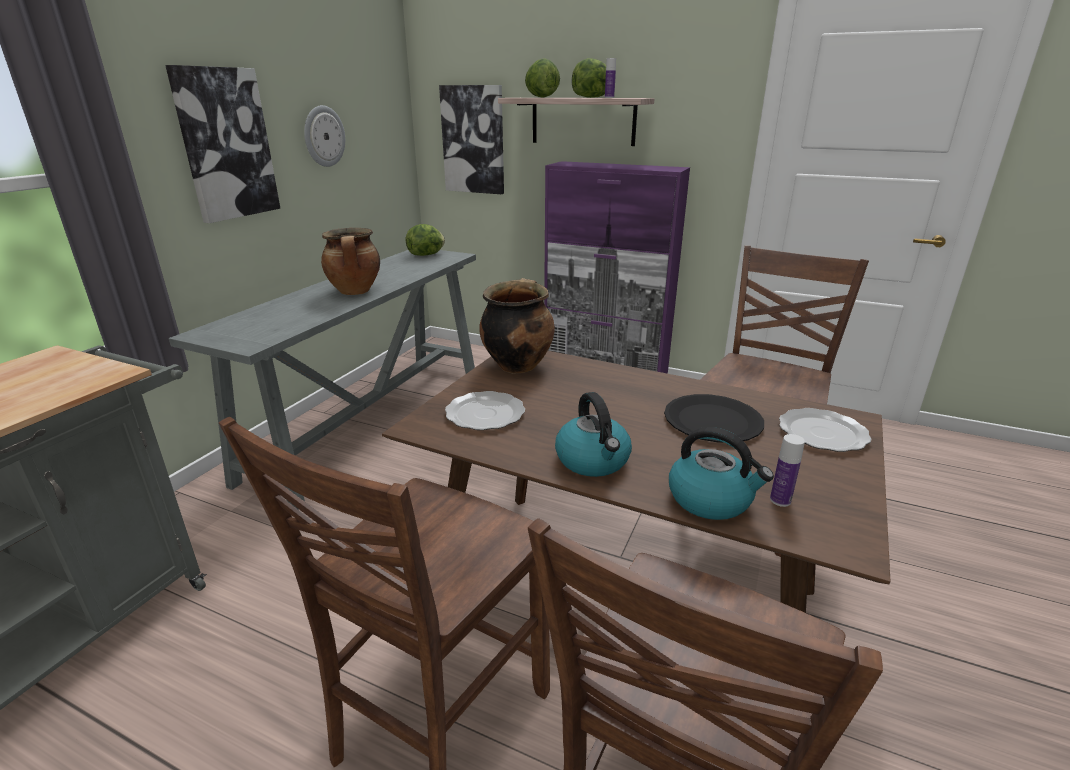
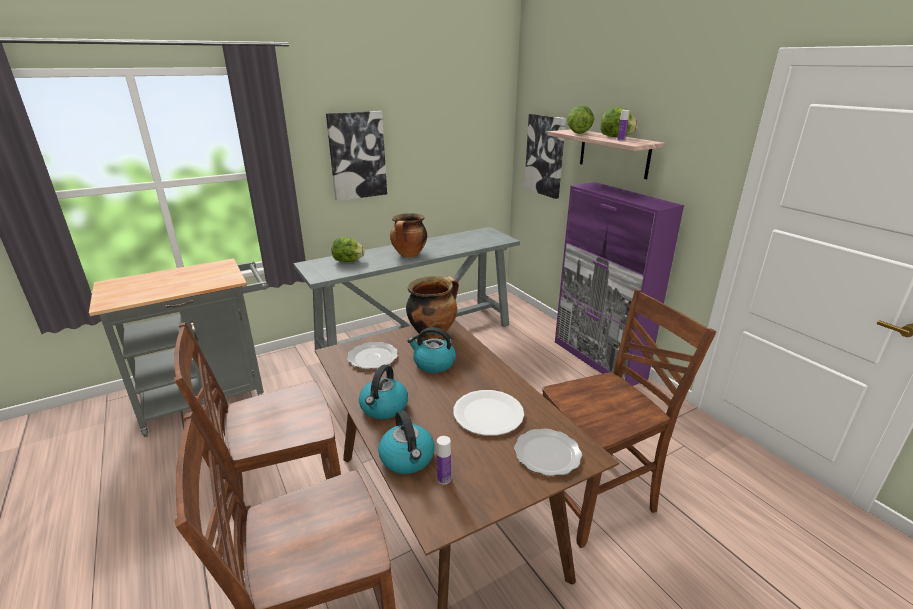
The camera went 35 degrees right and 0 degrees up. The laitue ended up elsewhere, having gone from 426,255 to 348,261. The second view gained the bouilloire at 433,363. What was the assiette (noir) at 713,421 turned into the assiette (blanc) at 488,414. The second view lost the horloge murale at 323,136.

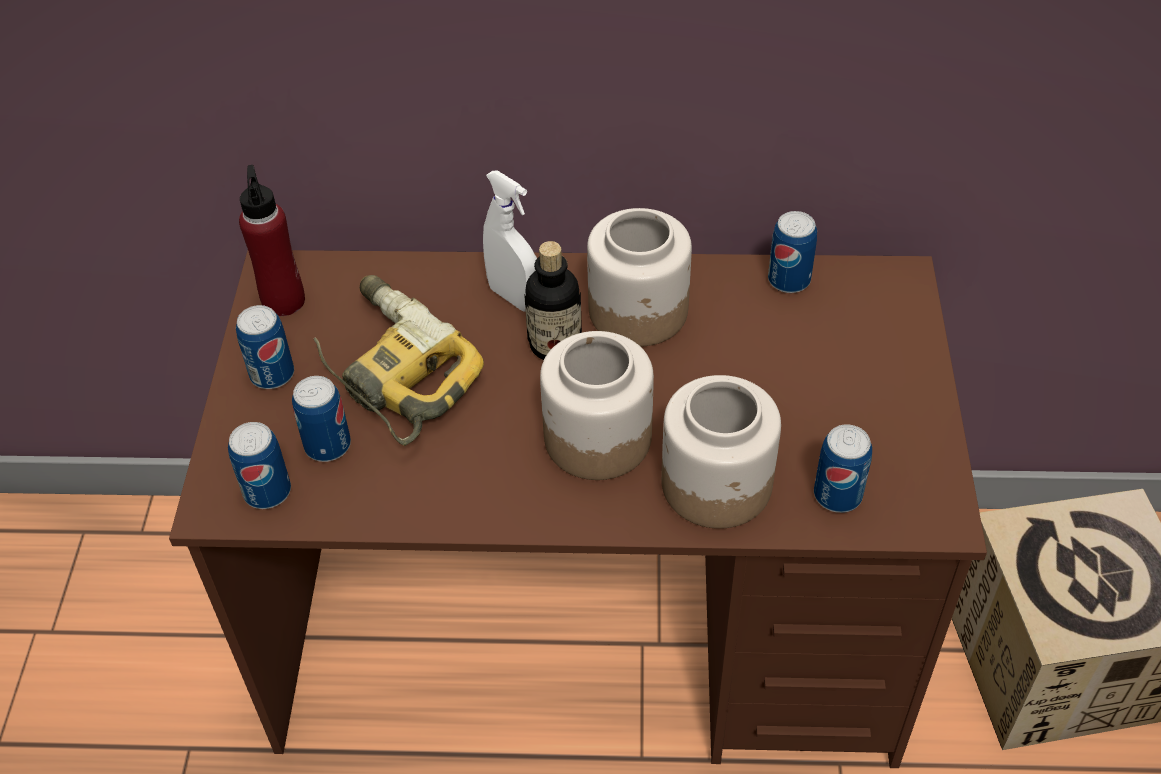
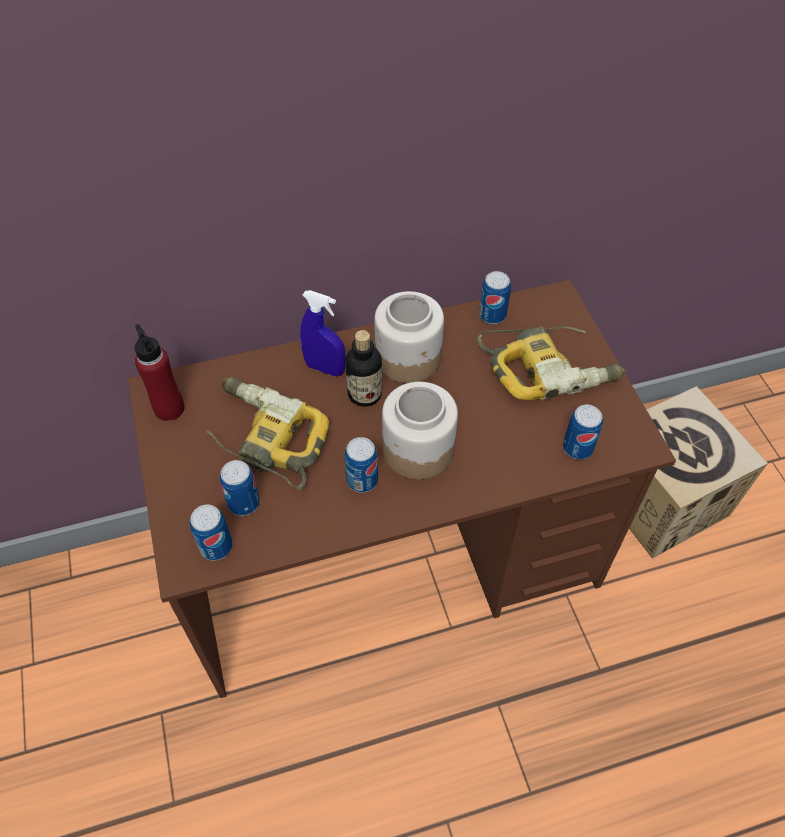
The camera went 20 degrees left and 5 degrees up. What was the vaporisateur (blanc) at 514,297 turned into the vaporisateur (bleu) at 325,368. The boîte métallique ended up elsewhere, having gone from 272,374 to 362,480. The second view gained the perceuse at 549,368. The second view lost the bocal at 717,485.

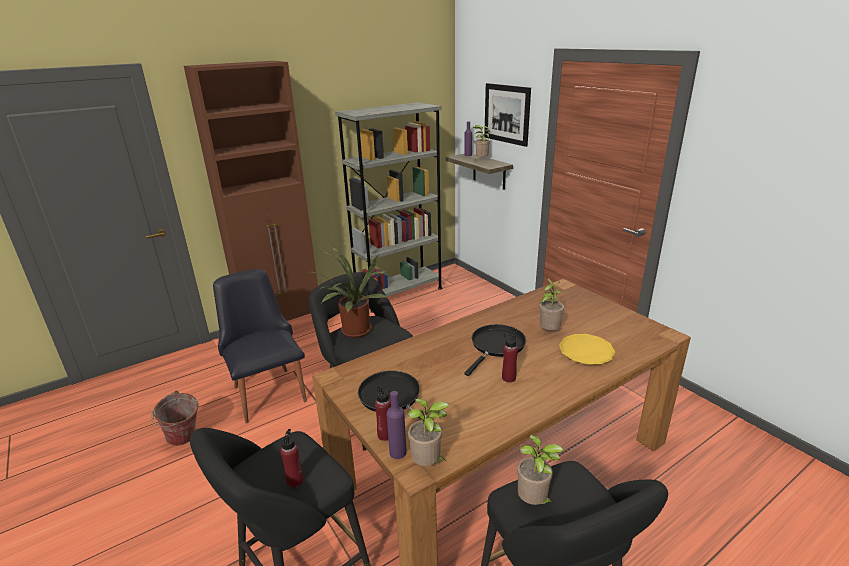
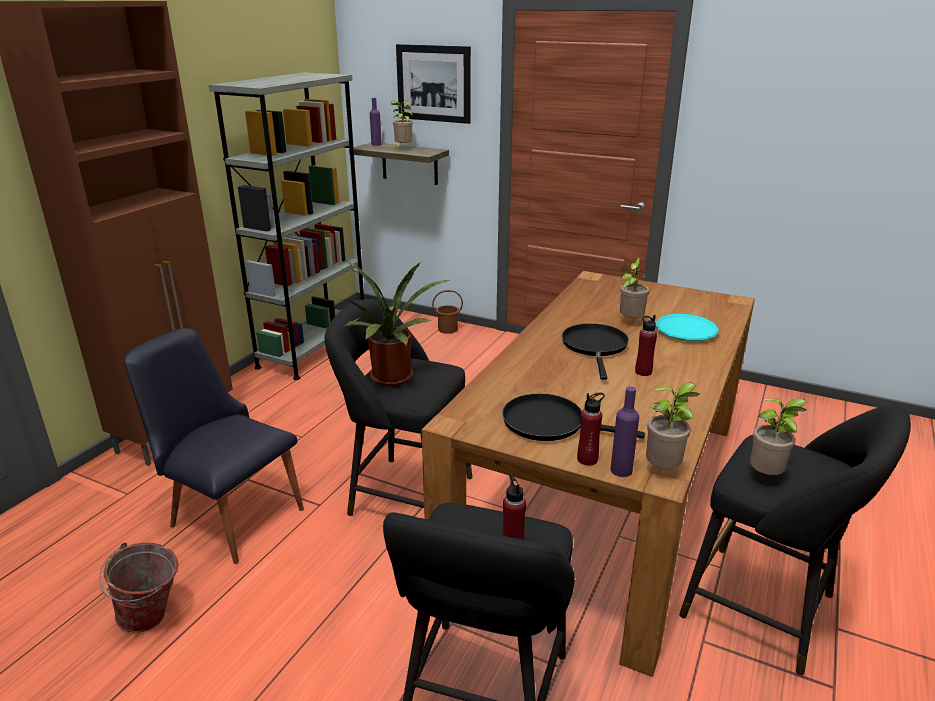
The camera went 30 degrees left and 0 degrees up. The second view gained the seau (marron) at 447,329. What was the assiette (jaune) at 586,352 turned into the assiette (turquoise) at 685,332.

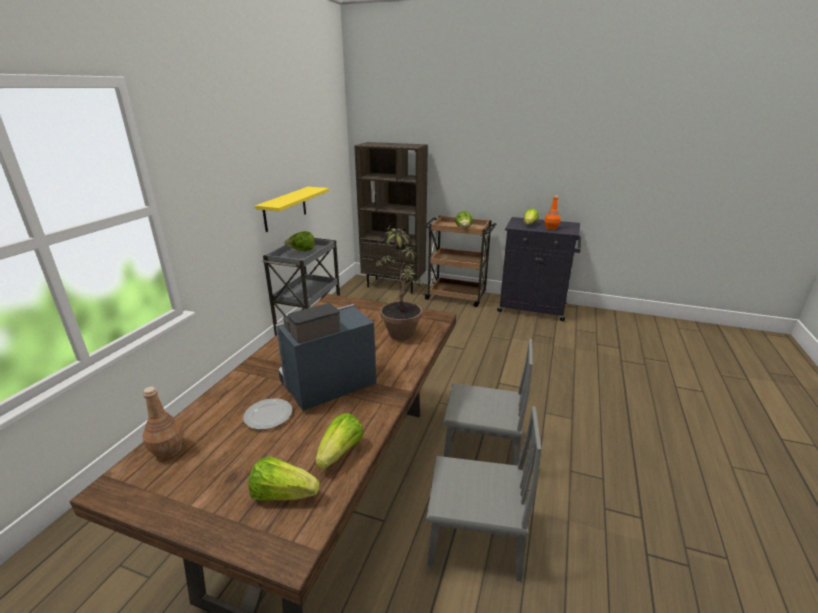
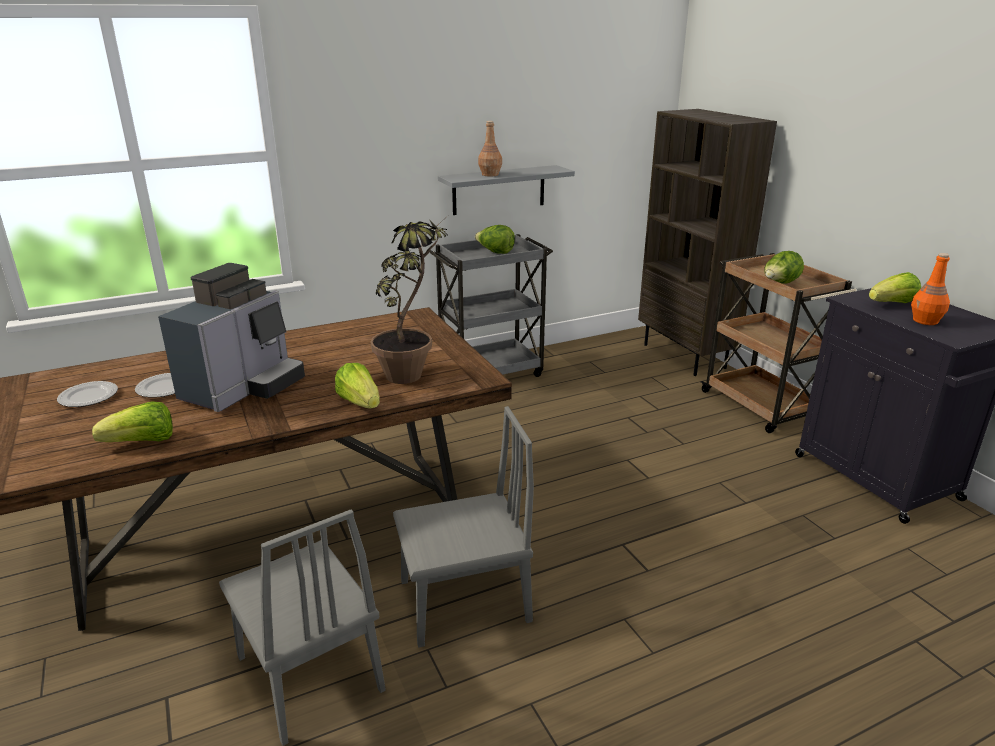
The camera went 45 degrees right and 0 degrees up. The second view gained the assiette at 88,397. The machine à café at 325,385 ended up facing another way, 105 degrees clockwise from before. The laitue ended up elsewhere, having gone from 283,494 to 360,403. The chaise (gris) at 481,450 ended up facing another way, 75 degrees counterclockwise from before. What was the étagère (jaune) at 285,209 turned into the étagère (gris) at 499,190. The bouteille (marron) ended up elsewhere, having gone from 168,450 to 490,174.

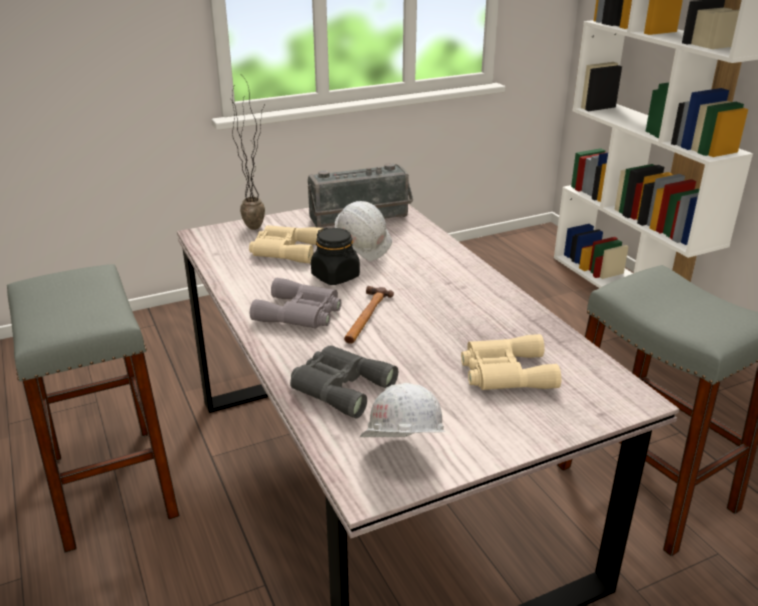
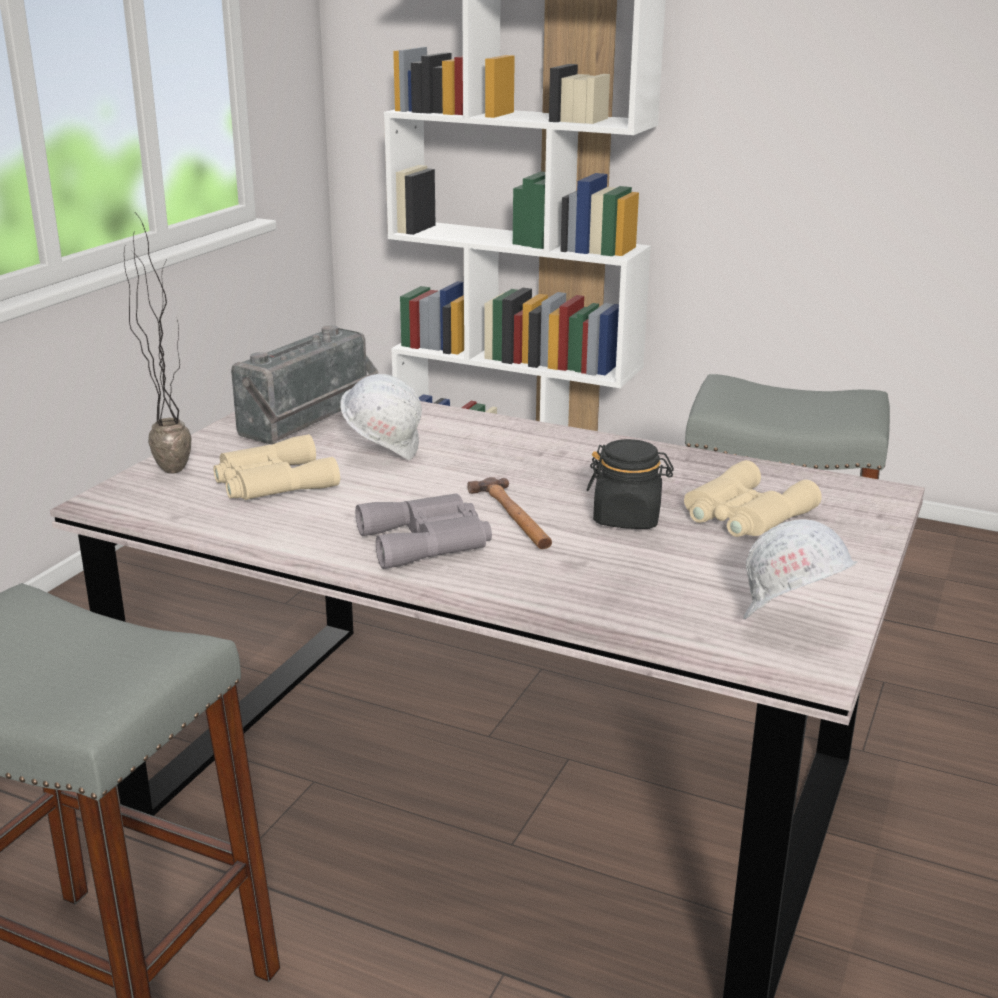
The camera went 40 degrees left and 5 degrees down. The bocal (noir) ended up elsewhere, having gone from 336,276 to 627,518. The second view lost the jumelles (gris) at 339,386.

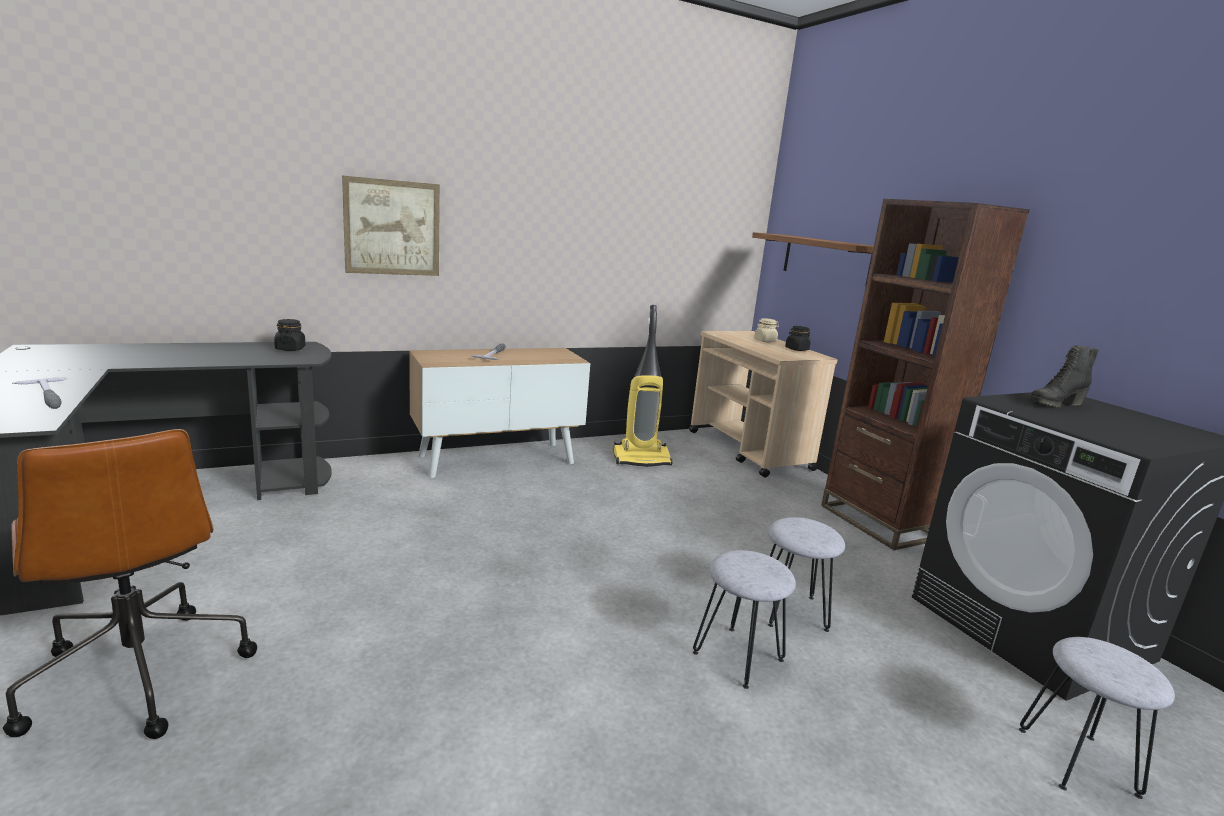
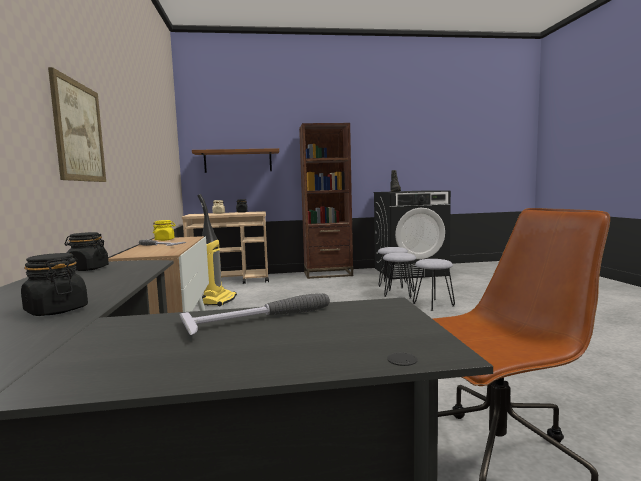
The camera went 70 degrees left and 10 degrees down. The second view gained the bocal (noir) at 56,310. The second view gained the bocal (jaune) at 165,240. The tabouret (gris) ended up elsewhere, having gone from 1078,761 to 393,284.

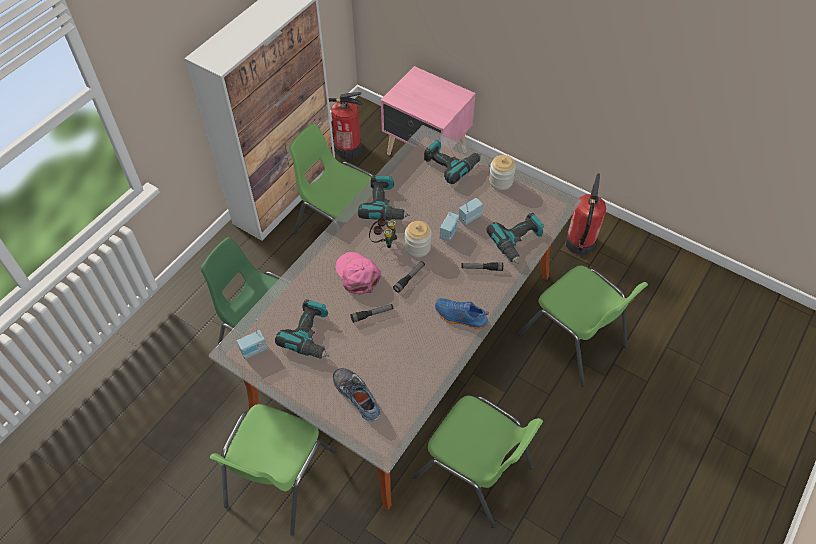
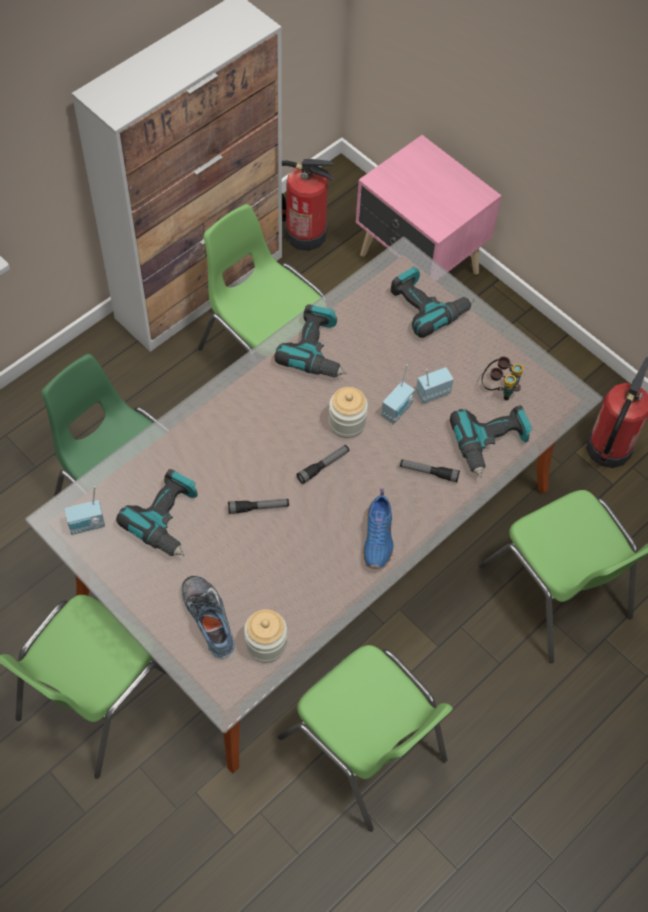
The camera went 10 degrees right and 5 degrees up. The bocal ended up elsewhere, having gone from 500,181 to 266,644. The chaussure (bleu) at 460,317 ended up facing another way, 120 degrees counterclockwise from before. The jumelles ended up elsewhere, having gone from 383,241 to 499,388. The second view lost the casquette (rose) at 357,274.

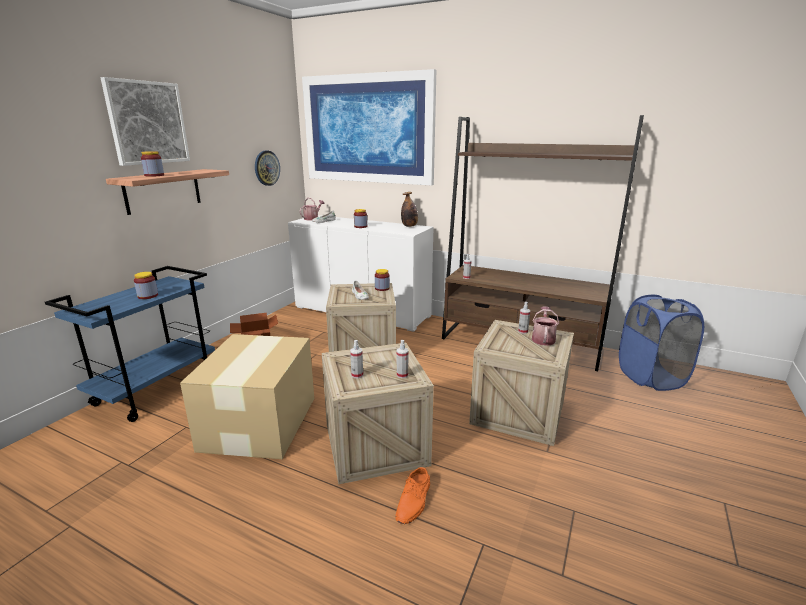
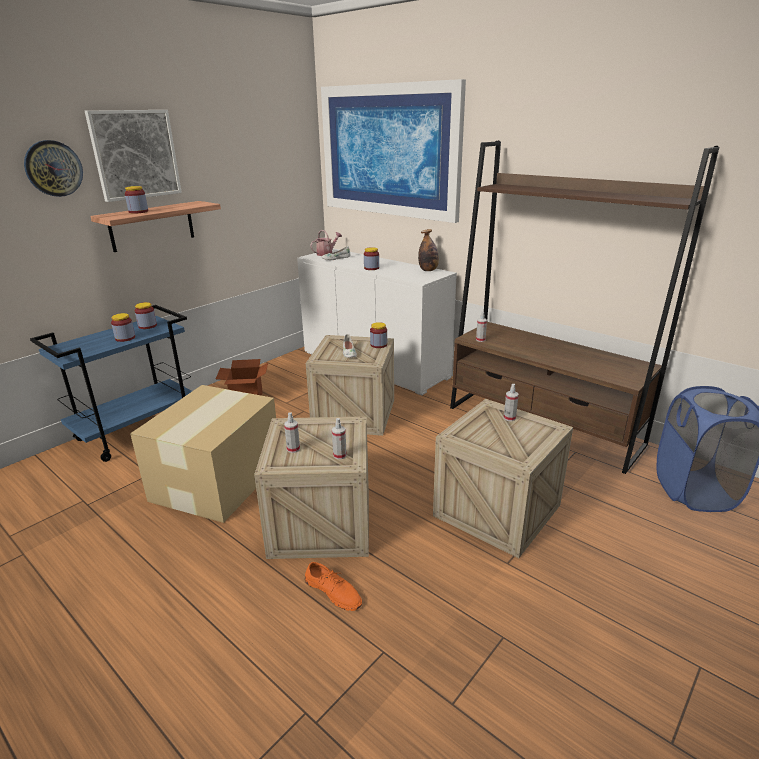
The camera went 15 degrees right and 5 degrees up. The horloge murale ended up elsewhere, having gone from 266,168 to 53,168. The second view gained the bocal at 147,326. The chaussure (orange) at 414,501 ended up facing another way, 90 degrees counterclockwise from before. The second view lost the arrosoir at 543,338.

